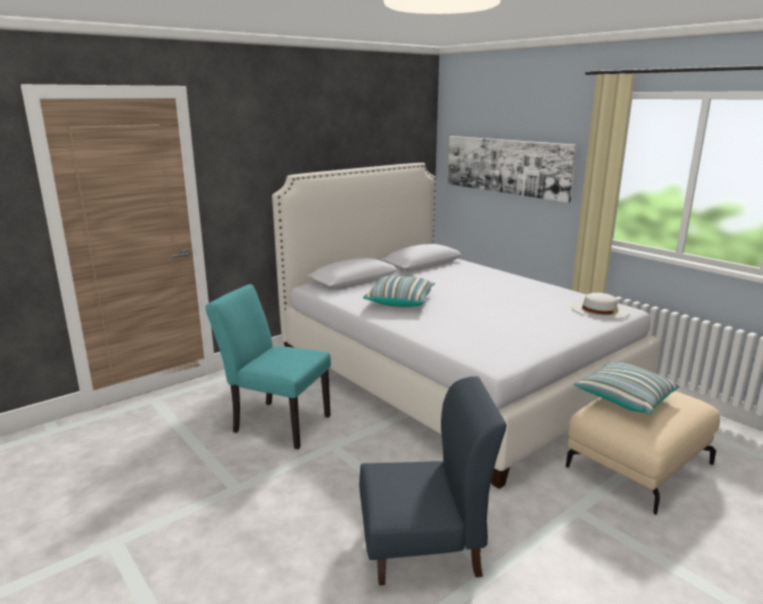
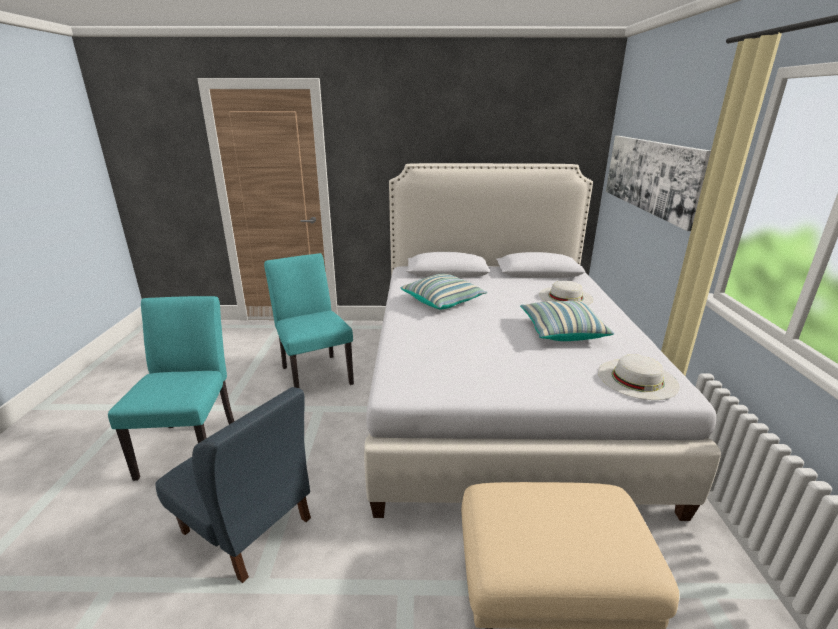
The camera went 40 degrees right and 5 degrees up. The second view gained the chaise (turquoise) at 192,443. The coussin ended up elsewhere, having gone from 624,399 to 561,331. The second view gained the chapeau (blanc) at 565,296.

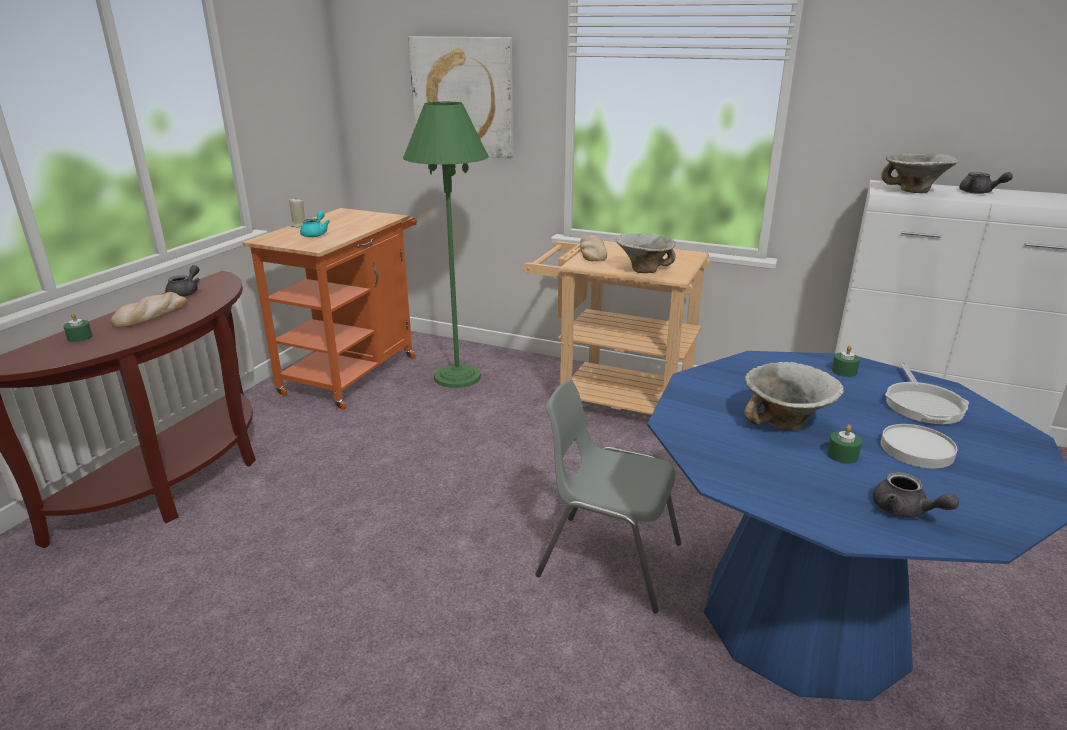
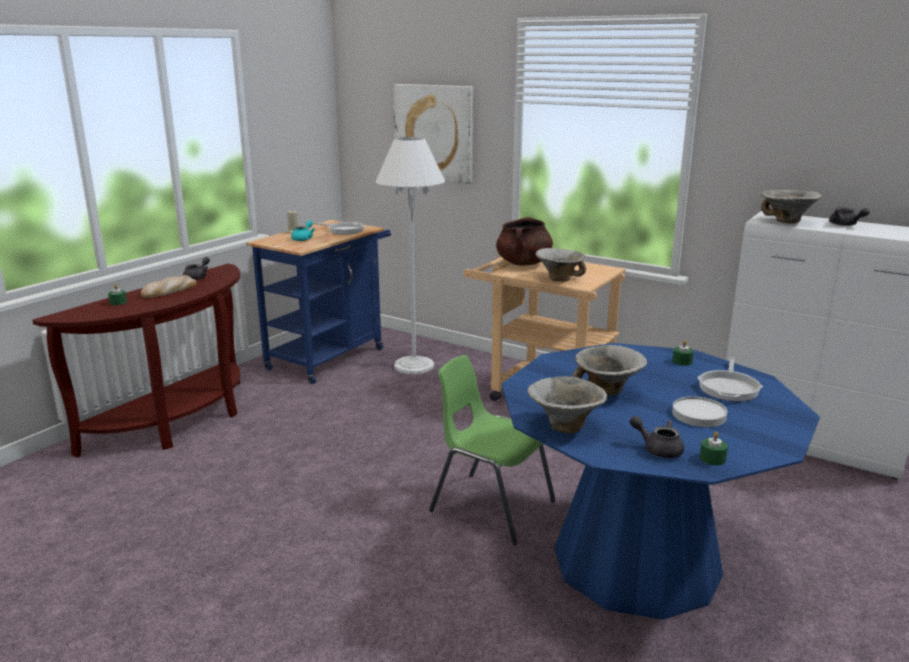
The camera went 10 degrees right and 5 degrees down. What was the chariot (orange) at 354,372 turned into the chariot (bleu) at 330,356. The second view gained the poêle at 344,230. What was the lampadaire (vert) at 457,377 turned into the lampadaire (blanc) at 414,366. What was the chaise (gris) at 607,559 turned into the chaise (vert) at 490,506. Where the pain stood at 592,252, the marmite (marron) came to stand at 523,263. The second view gained the bol at 564,426. The théière (gris) at 905,511 ended up facing another way, 150 degrees clockwise from before. The bougie (vert) ended up elsewhere, having gone from 842,455 to 712,458.

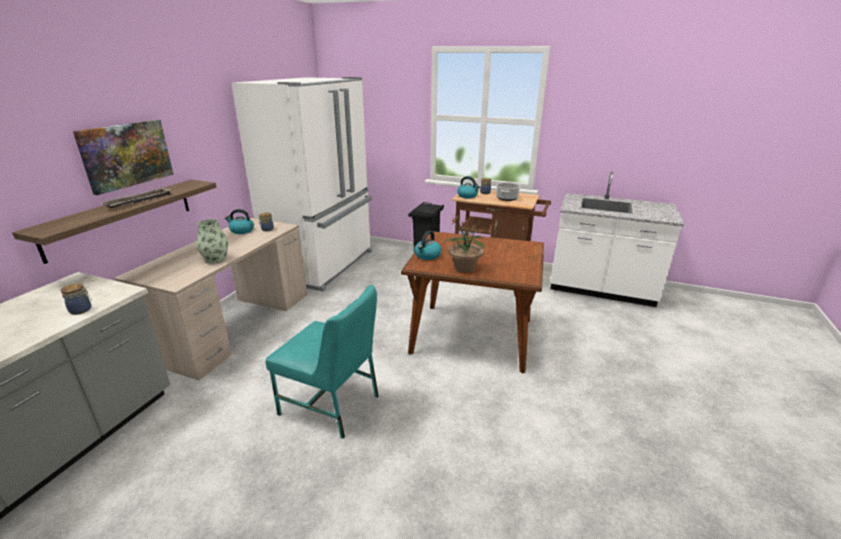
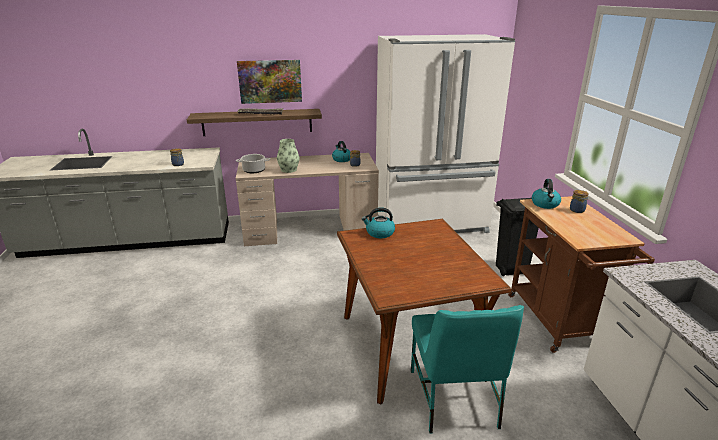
The camera went 60 degrees right and 0 degrees up. The marmite ended up elsewhere, having gone from 506,198 to 254,170. The chaise (turquoise) ended up elsewhere, having gone from 331,405 to 454,399. The second view lost the plante en pot at 464,268.

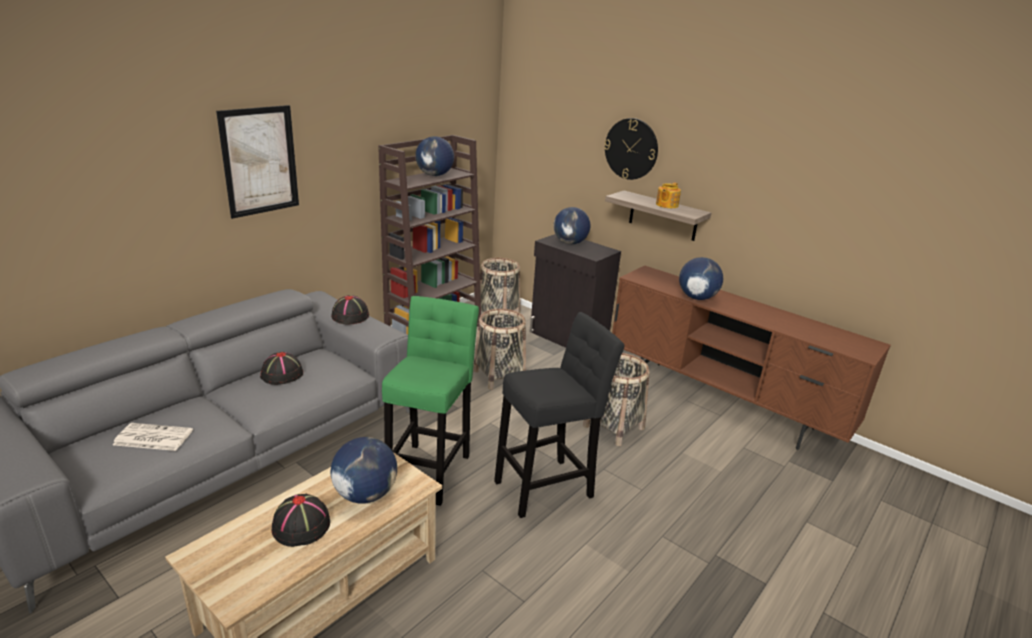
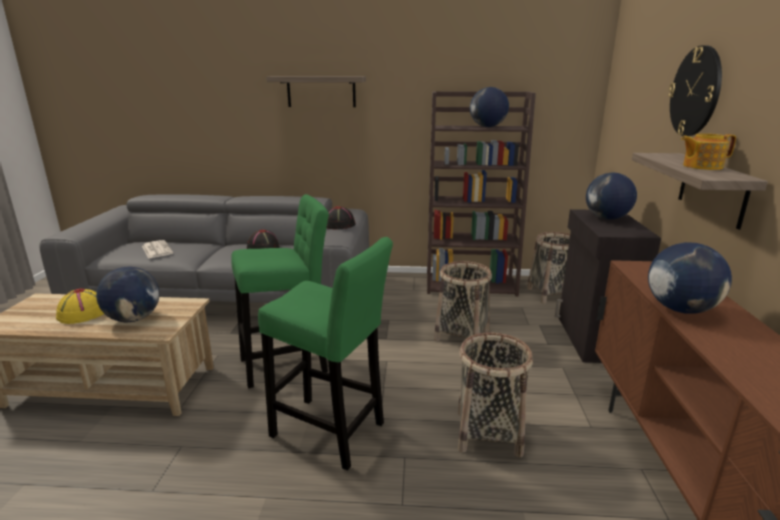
The camera went 55 degrees right and 5 degrees down. What was the chapeau (noir) at 301,526 turned into the chapeau (jaune) at 82,314. What was the tabouret (noir) at 548,487 turned into the tabouret (vert) at 332,433. Where the tableau hung at 260,161, the étagère came to hang at 321,91.

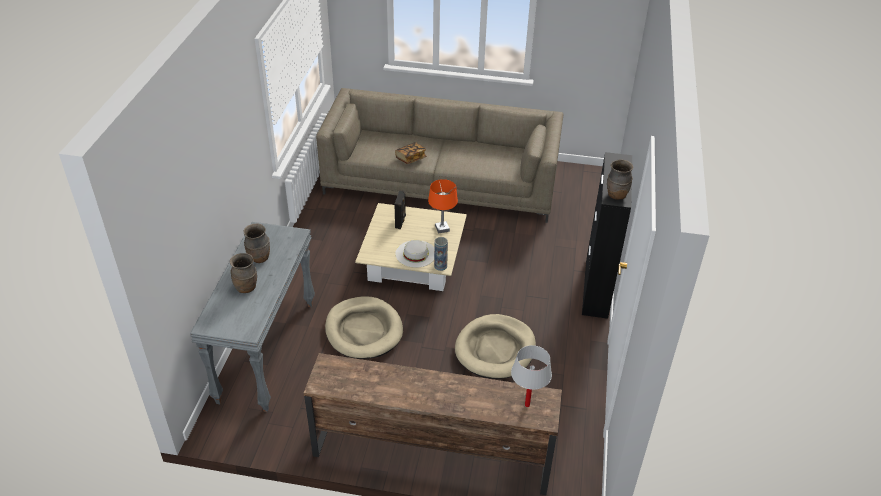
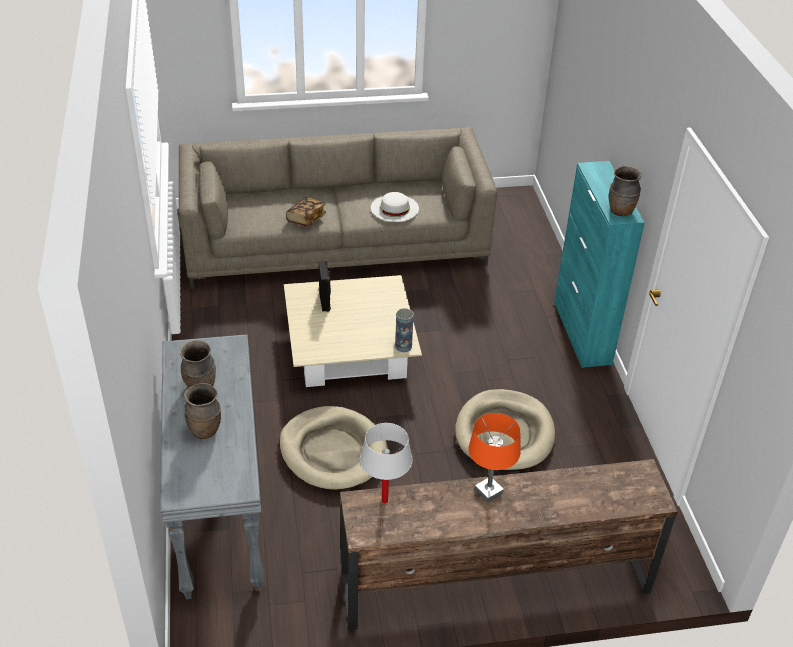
The camera went 20 degrees left and 0 degrees up. The lampe de table (blanc) ended up elsewhere, having gone from 527,405 to 384,501. The chapeau (blanc) ended up elsewhere, having gone from 416,253 to 394,208. The lampe de table (orange) ended up elsewhere, having gone from 442,228 to 488,491. What was the meuble de rangement (noir) at 596,289 turned into the meuble de rangement (turquoise) at 582,333.

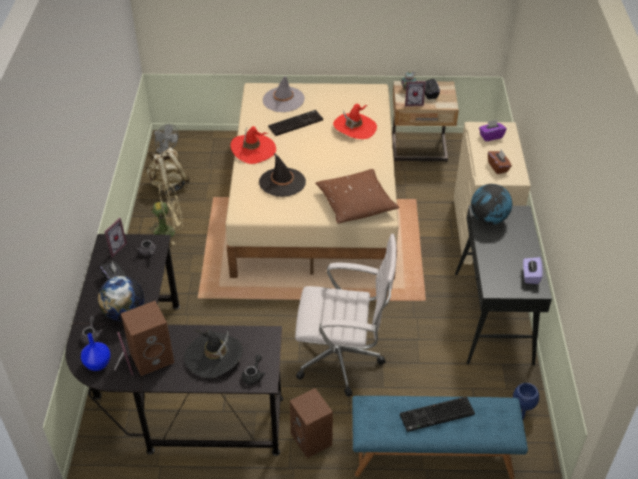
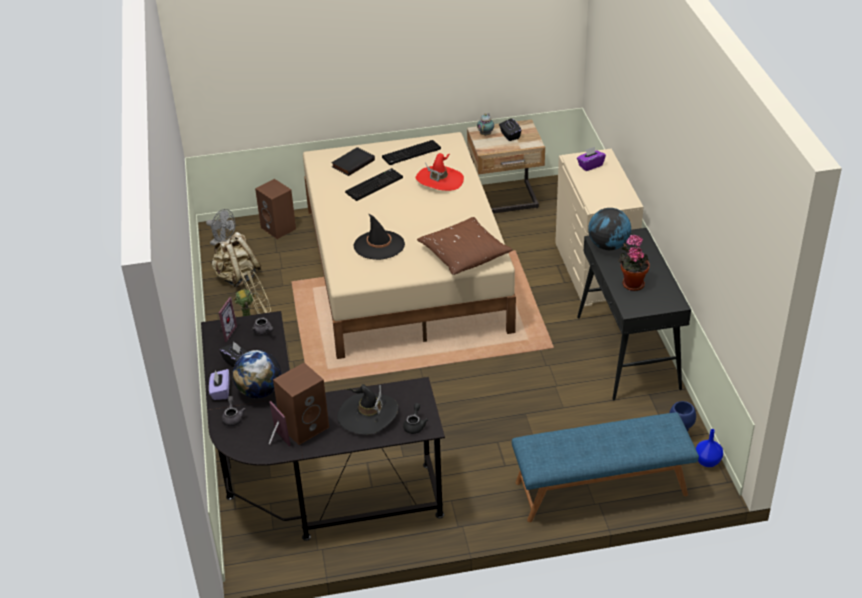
The camera went 10 degrees left and 5 degrees down. The boîte à mouchoirs (violet) ended up elsewhere, having gone from 530,276 to 220,391. The enceinte (marron) ended up elsewhere, having gone from 312,440 to 279,228. Where the chapeau (gris) stood at 283,100, the livre (noir) came to stand at 352,163. The clavier ended up elsewhere, having gone from 436,416 to 411,154. The second view gained the plante en pot at 632,283. The vase (bleu) ended up elsewhere, having gone from 97,364 to 707,461. The second view lost the chapeau (rouge) at 253,150. The second view lost the chaise de bureau (blanc) at 343,360. The second view lost the cadre photo at 413,102. The second view lost the boîte à mouchoirs (marron) at 498,167.

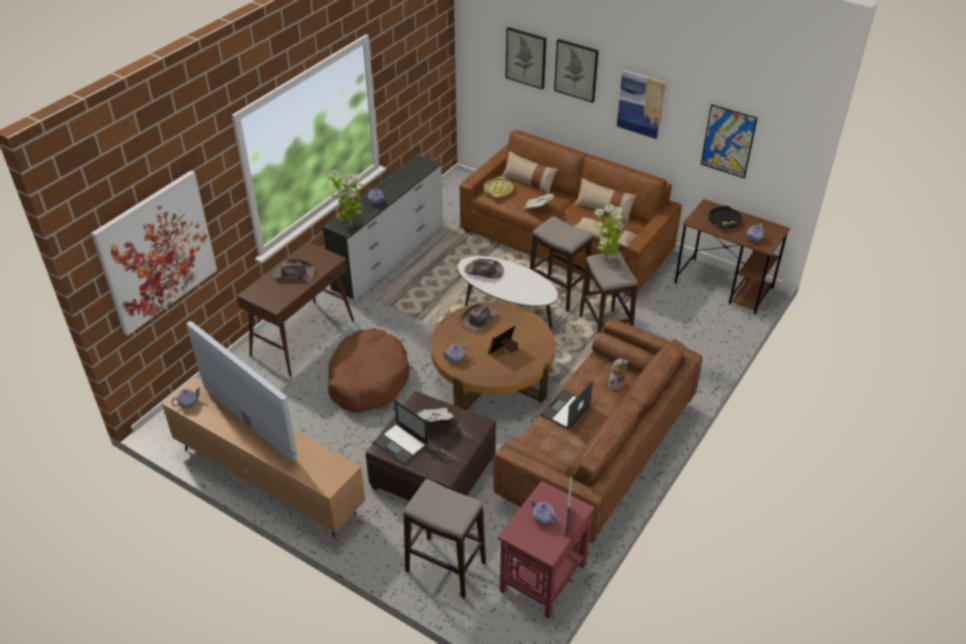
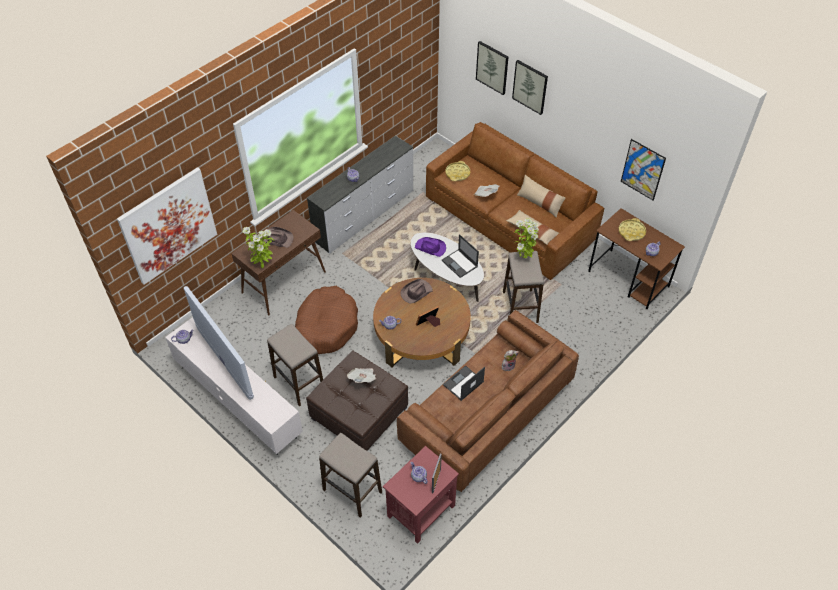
The camera went 10 degrees right and 10 degrees up. What was the meuble télé (marron) at 269,480 turned into the meuble télé (blanc) at 239,401. The plante en pot ended up elsewhere, having gone from 350,223 to 263,265. The tabouret ended up elsewhere, having gone from 558,292 to 299,383. What was the chapeau (marron) at 484,271 turned into the chapeau (violet) at 430,248. The ordinateur portable ended up elsewhere, having gone from 401,444 to 460,264. What was the plateau (noir) at 724,220 turned into the plateau (jaune) at 631,232. The second view lost the coussin (beige) at 528,182. The second view lost the tableau at 641,104.

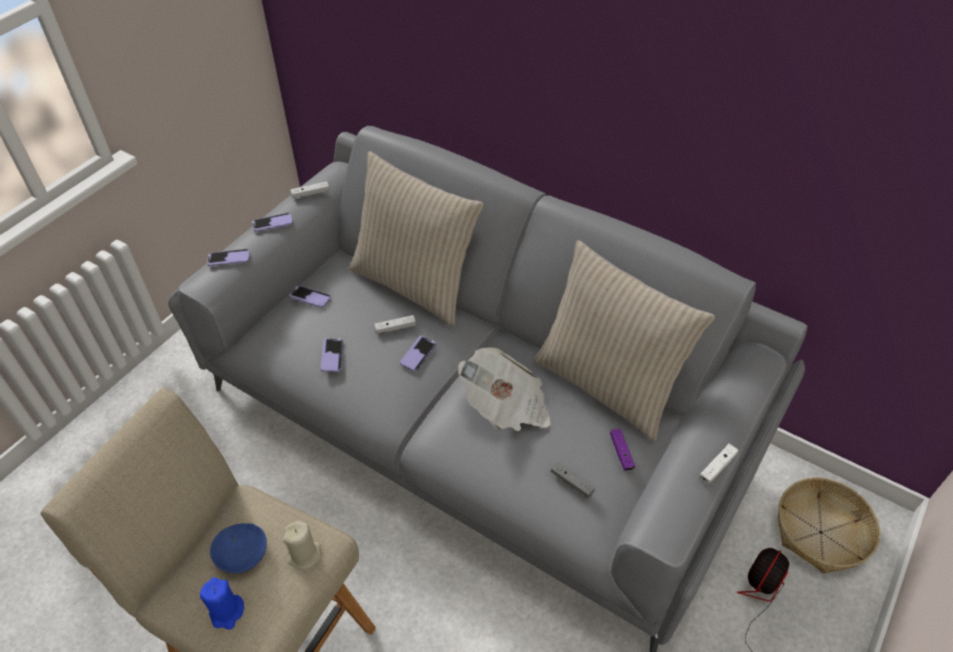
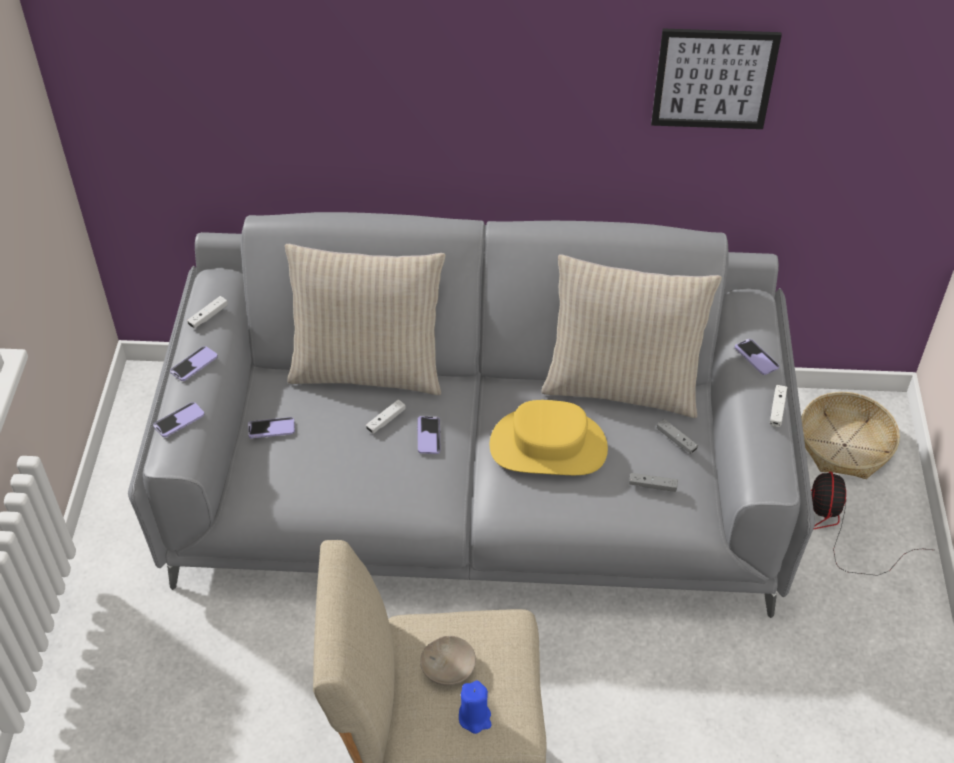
The camera went 30 degrees left and 0 degrees up. What was the bol (bleu) at 241,556 turned into the bol (beige) at 448,670. Where the journal stood at 506,406, the chapeau (jaune) came to stand at 548,446. The second view gained the tableau at 714,79. What was the manette (violet) at 621,453 turned into the manette (gris) at 676,440. The téléphone ended up elsewhere, having gone from 332,356 to 756,358. The second view lost the bougie (beige) at 305,555.

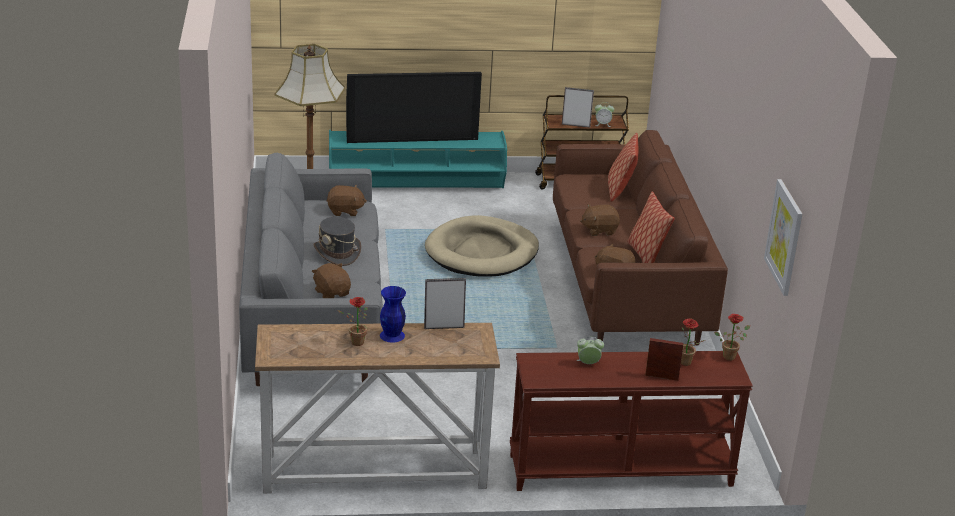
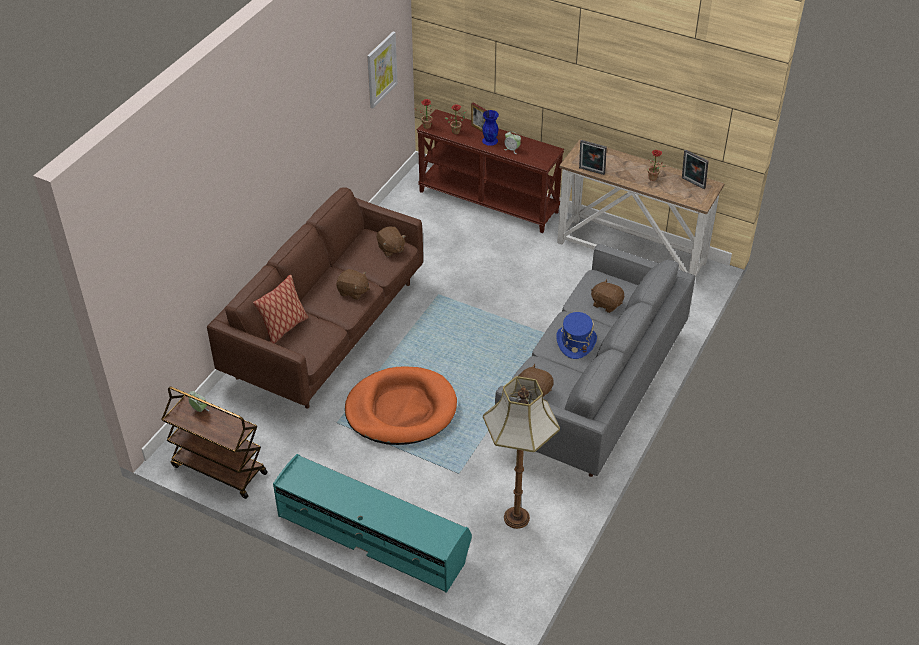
The camera went 145 degrees left and 15 degrees up. What was the panier pour chien (beige) at 482,252 turned into the panier pour chien (orange) at 401,409. The vase (bleu) ended up elsewhere, having gone from 392,335 to 490,140. What was the chapeau (gris) at 337,253 turned into the chapeau (bleu) at 575,342. The peluche (marron) at 332,293 ended up facing another way, 120 degrees clockwise from before. The cadre photo ended up elsewhere, having gone from 576,125 to 692,184. The second view lost the téléviseur at 412,137. The second view lost the coussin at 646,256.

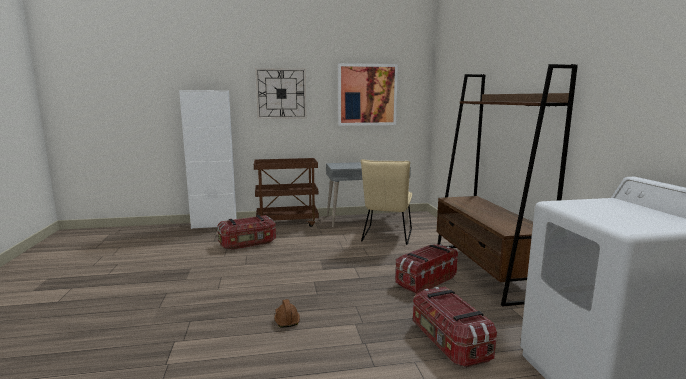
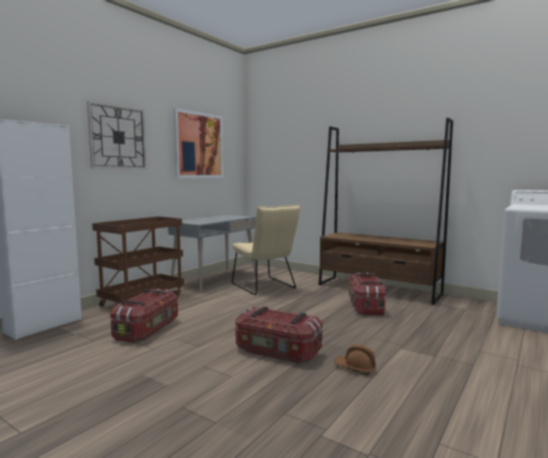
The camera went 45 degrees left and 5 degrees down. The boîte de rangement ended up elsewhere, having gone from 448,342 to 277,352.

